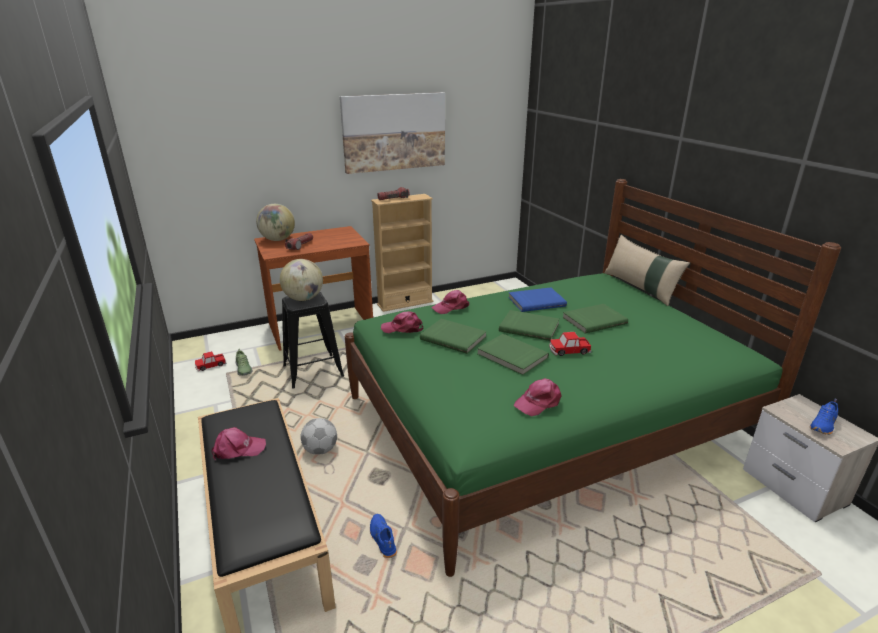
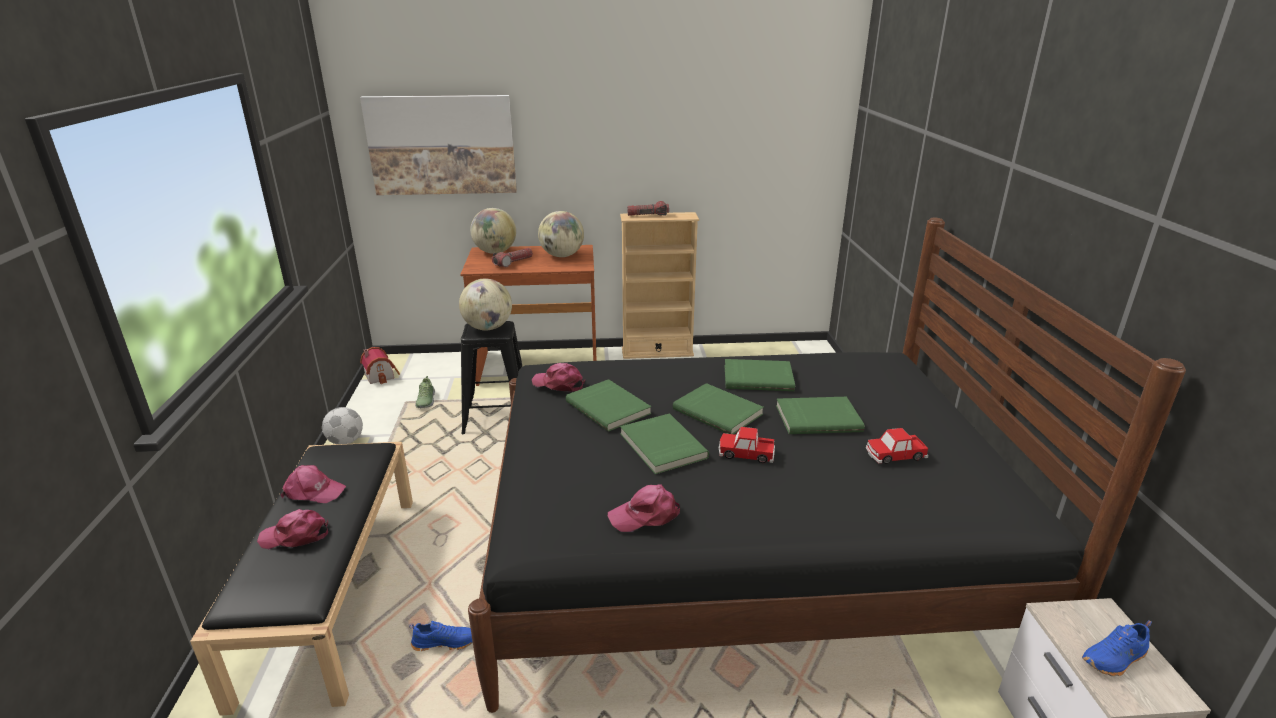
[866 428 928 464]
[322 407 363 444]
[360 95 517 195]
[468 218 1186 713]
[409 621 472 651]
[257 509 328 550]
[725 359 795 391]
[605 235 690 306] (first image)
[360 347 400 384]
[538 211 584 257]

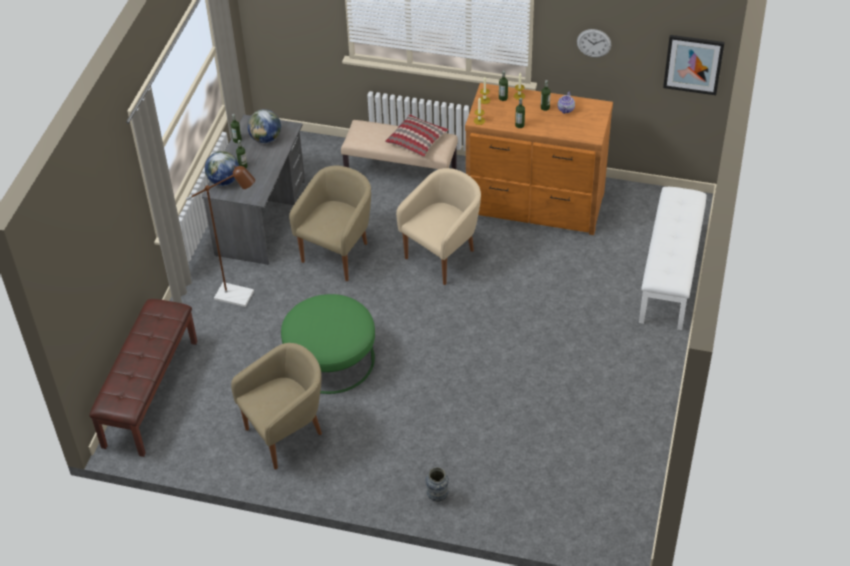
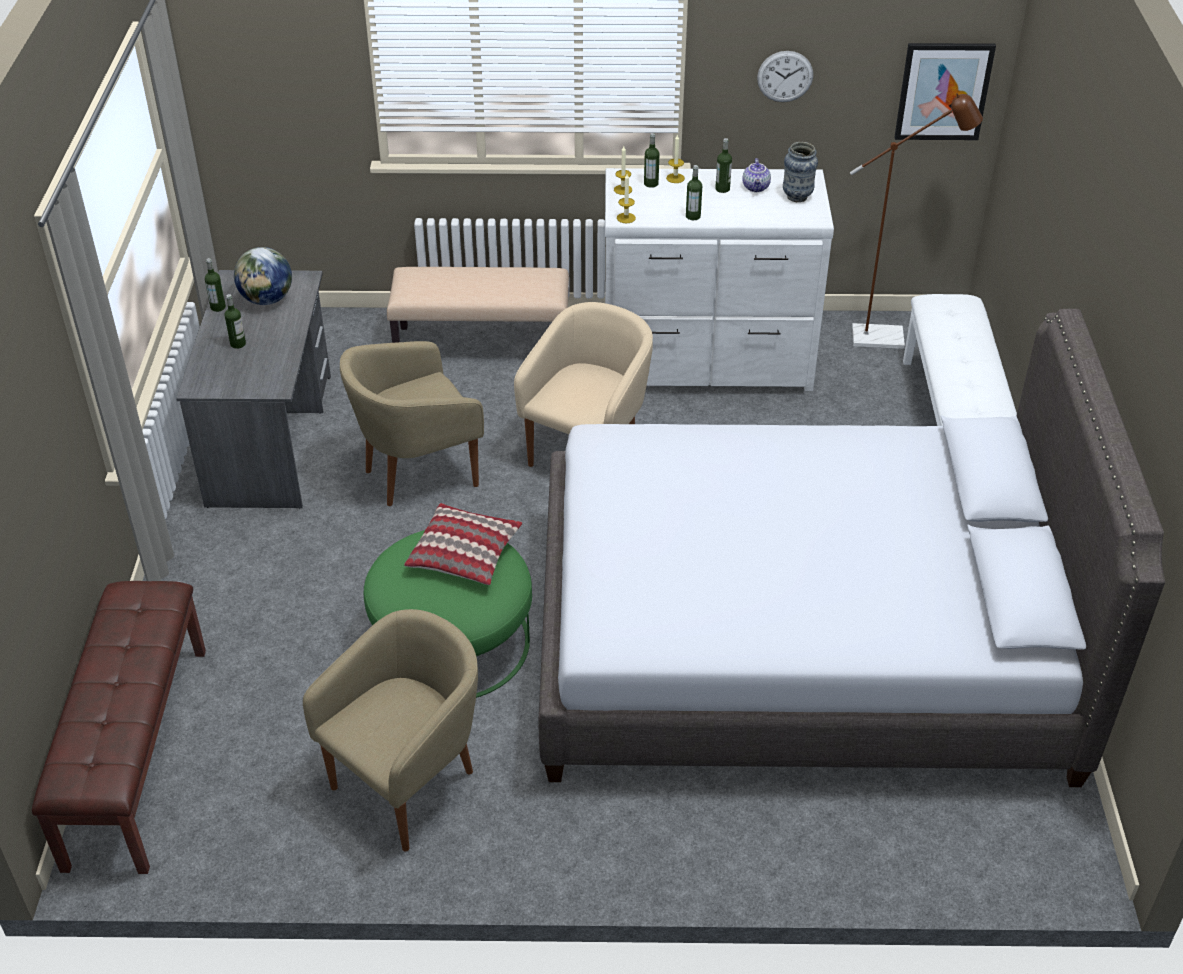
[850 93 983 349]
[205 151 239 186] (first image)
[340 341 484 506]
[404 503 522 585]
[783 142 818 202]
[605 168 834 391]
[539 309 1165 787]

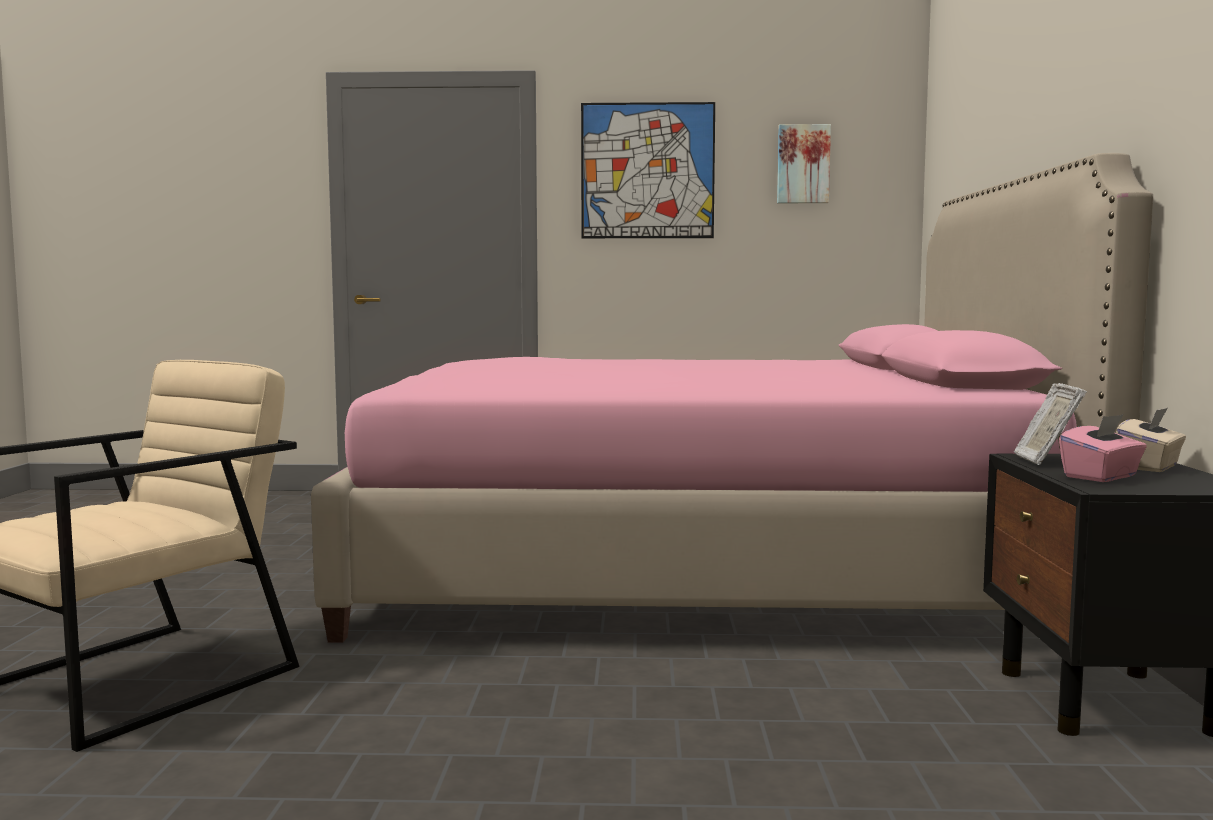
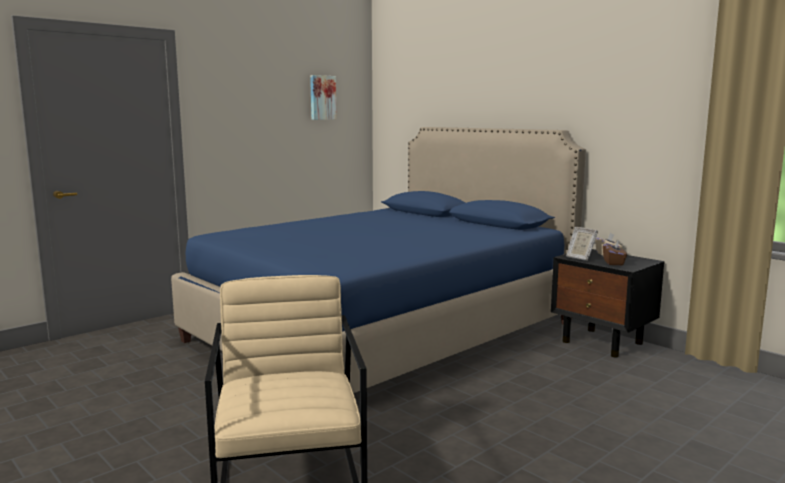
[171 127 586 393]
[581 102 715 238] (first image)
[603 240 627 265]

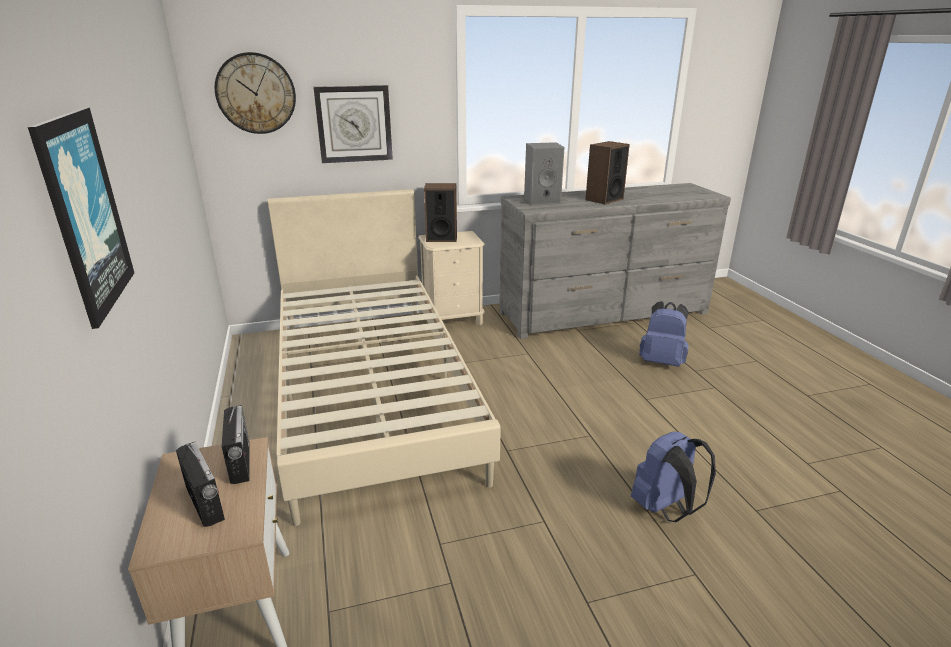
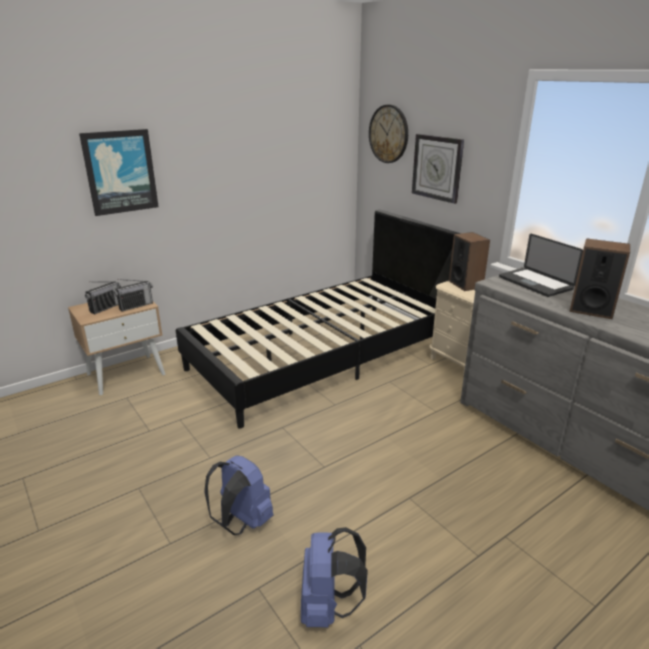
[176 209 460 429]
[499 234 583 297]
[301 527 368 627]

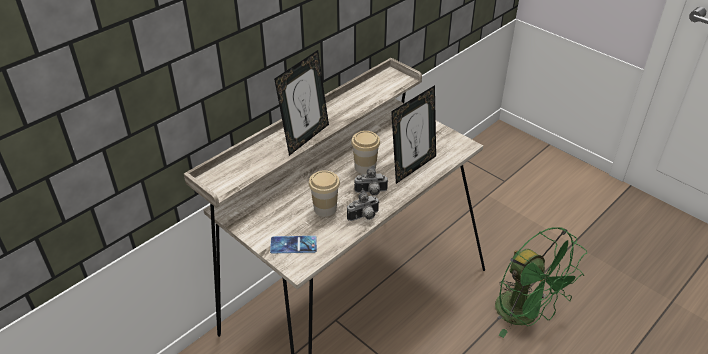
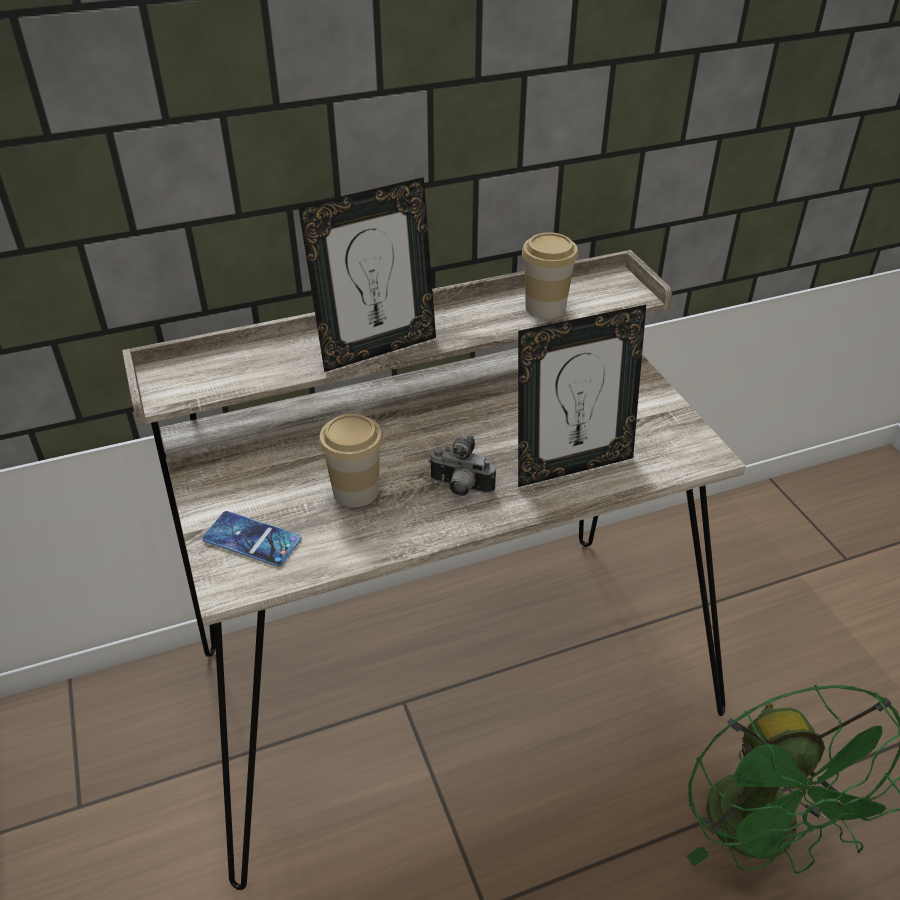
[347 190 380 221] (first image)
[522 232 578 319]

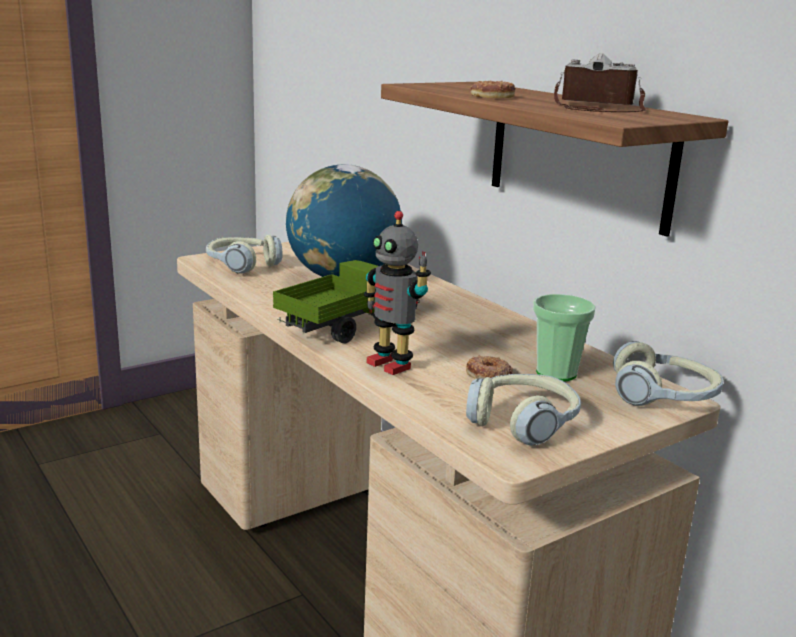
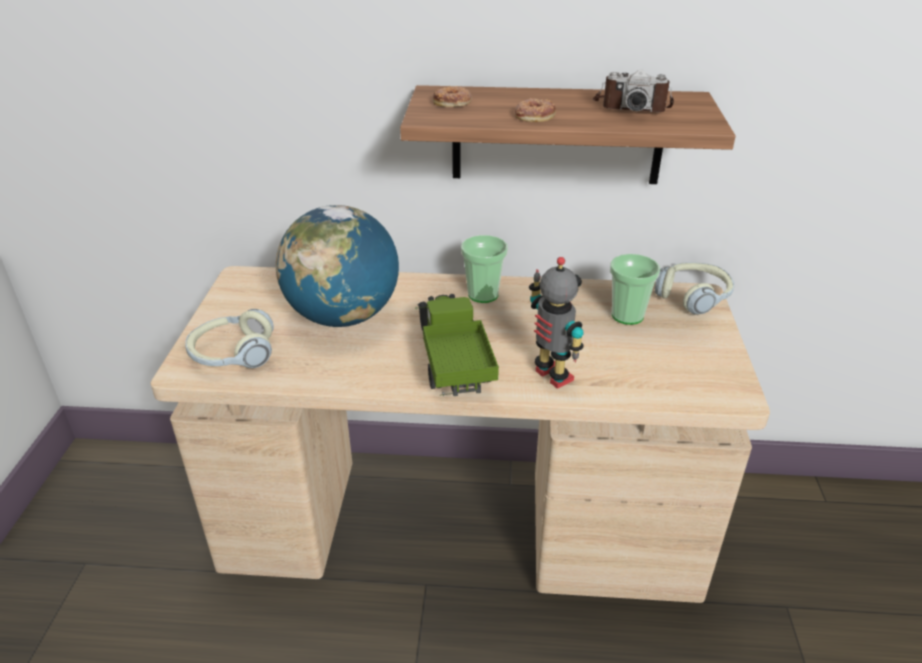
[529 257 584 389]
[433 86 472 107]
[466 374 581 445] (first image)
[593 69 674 112]
[461 235 508 303]

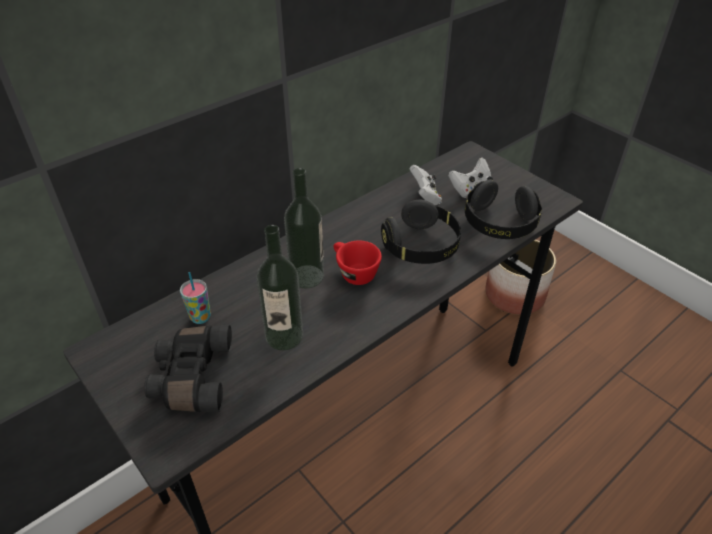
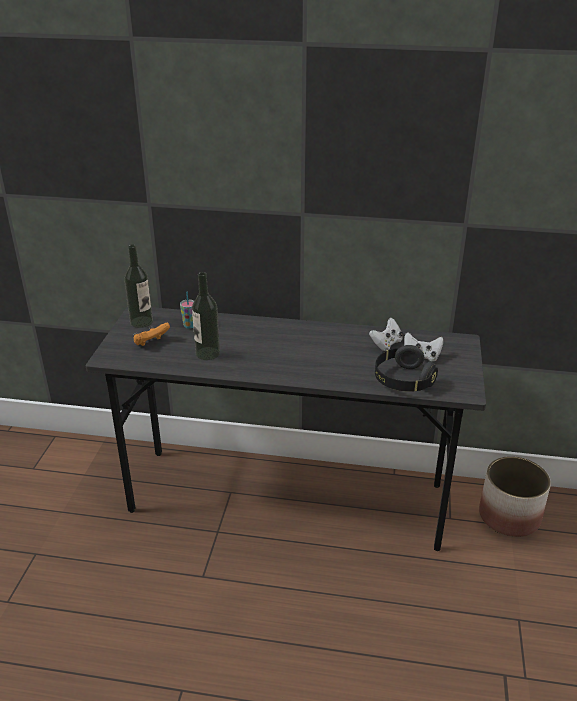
[134 323 170 346]
[124 244 153 328]
[333 241 382 285] (first image)
[381 200 461 264] (first image)

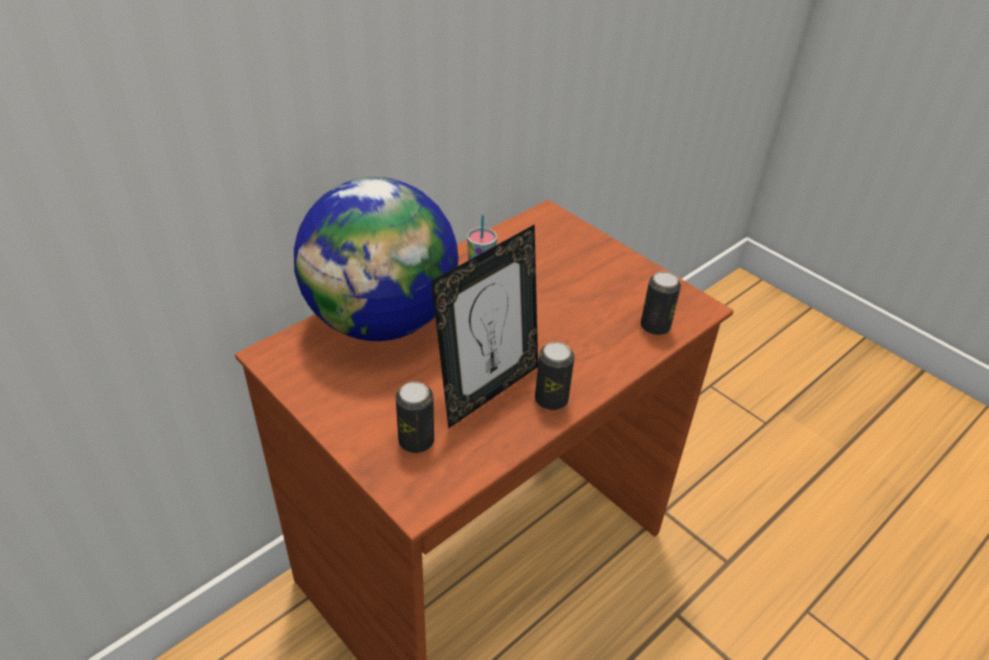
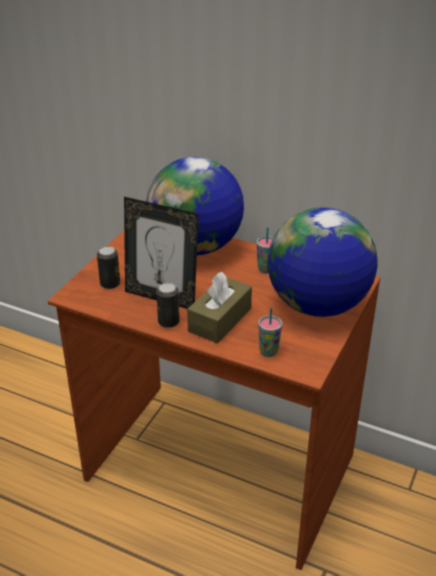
[259 307 282 357]
[187 272 252 344]
[267 208 378 317]

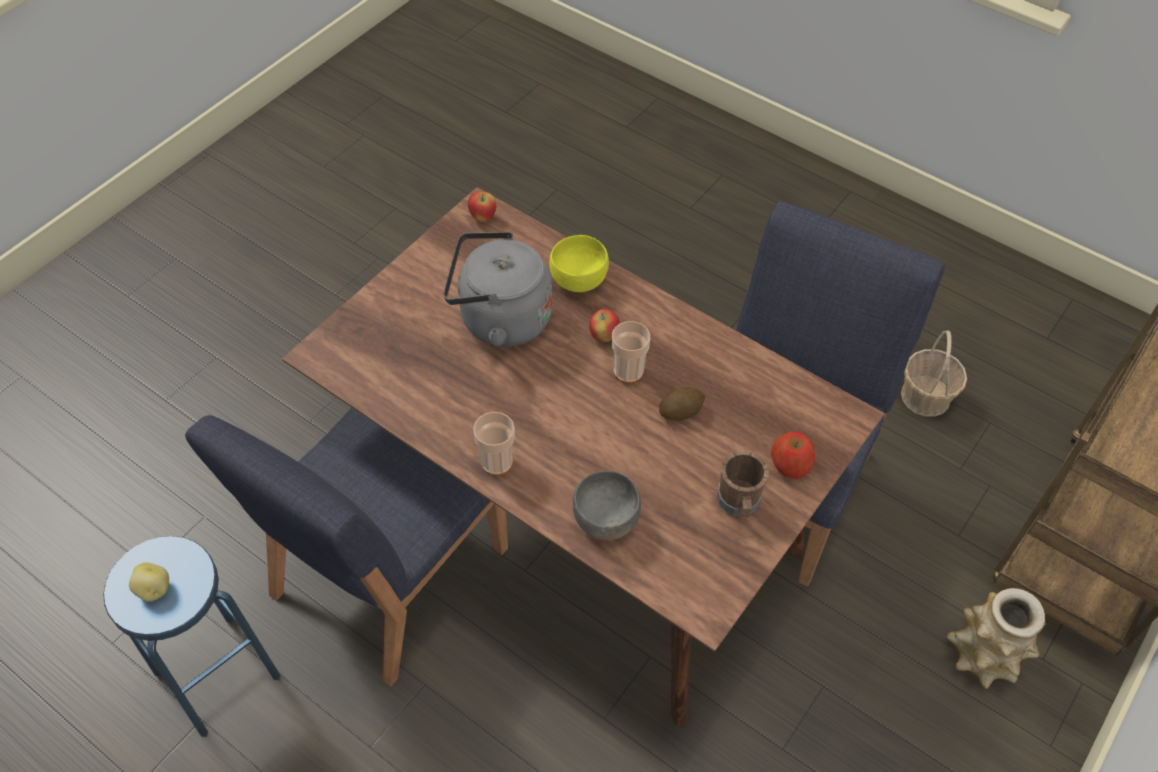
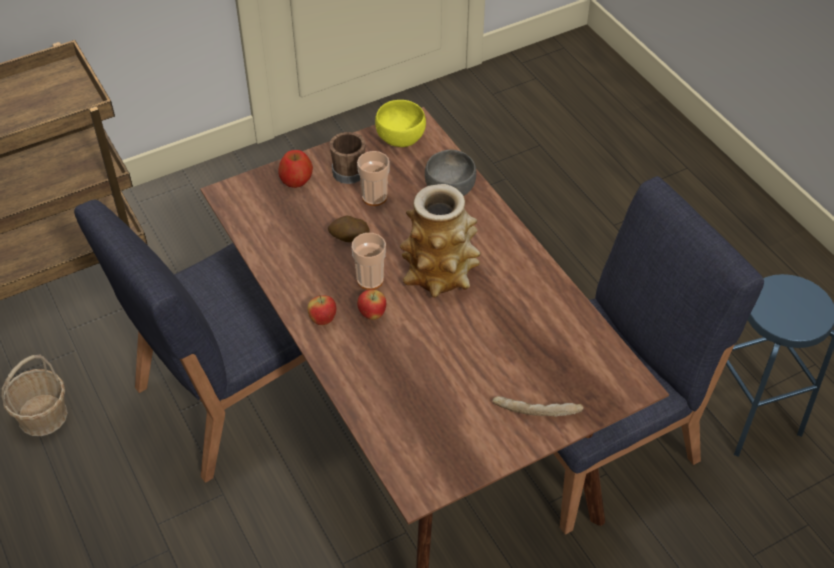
[129 562 169 602] (first image)
[444 231 552 347] (first image)
[308 295 336 325]
[357 151 390 206]
[375 100 426 147]
[400 184 481 298]
[493 396 584 417]

